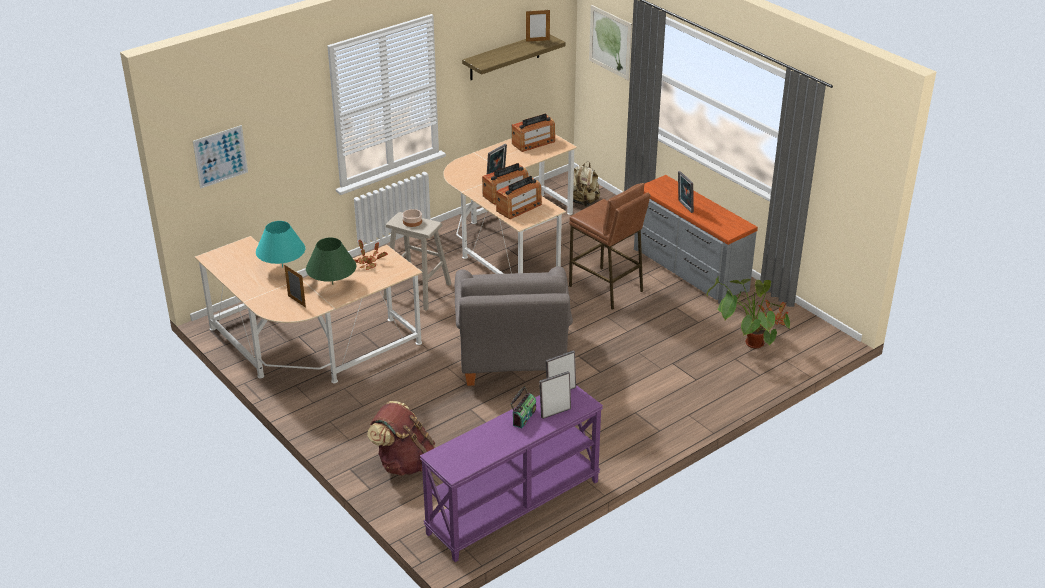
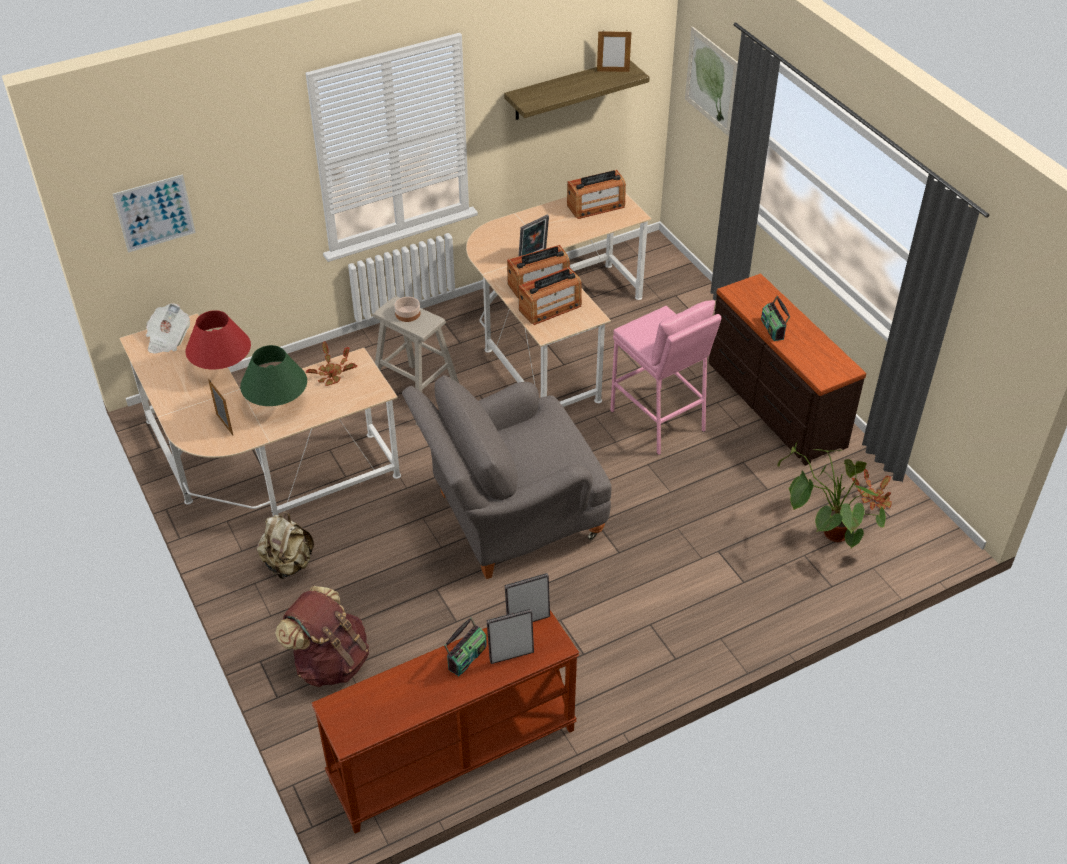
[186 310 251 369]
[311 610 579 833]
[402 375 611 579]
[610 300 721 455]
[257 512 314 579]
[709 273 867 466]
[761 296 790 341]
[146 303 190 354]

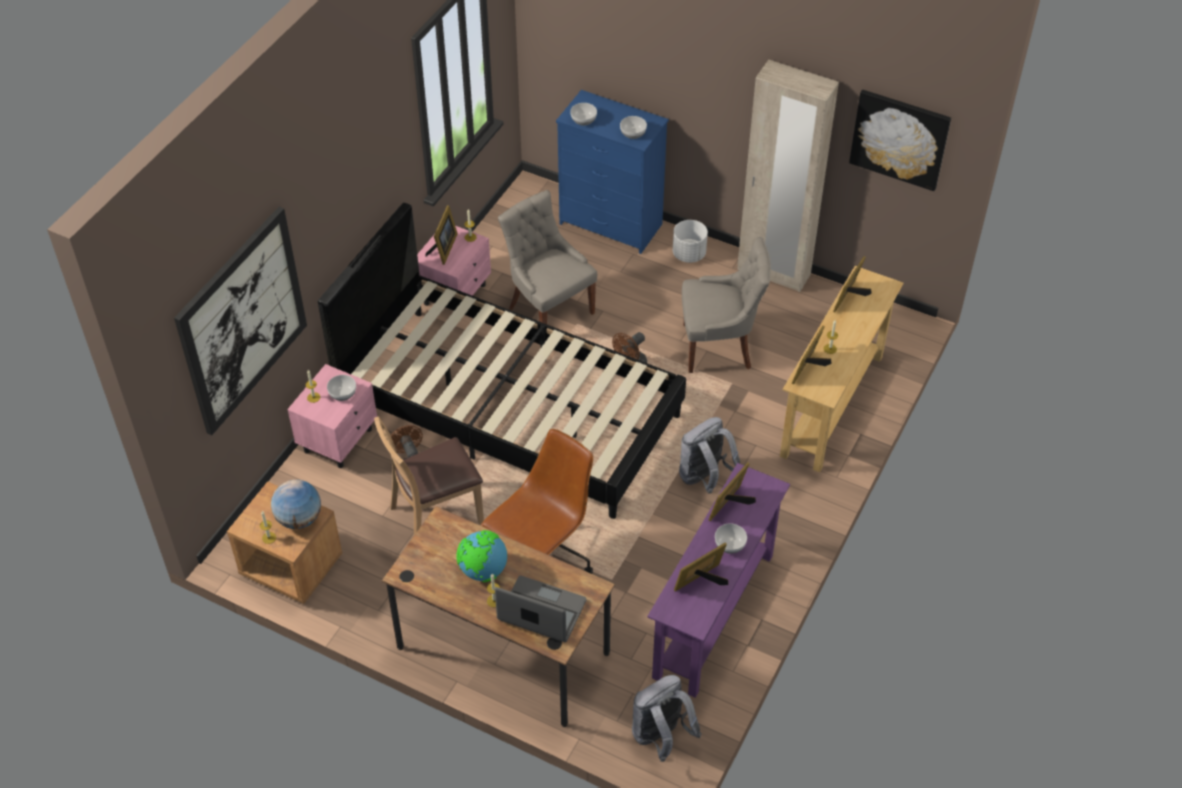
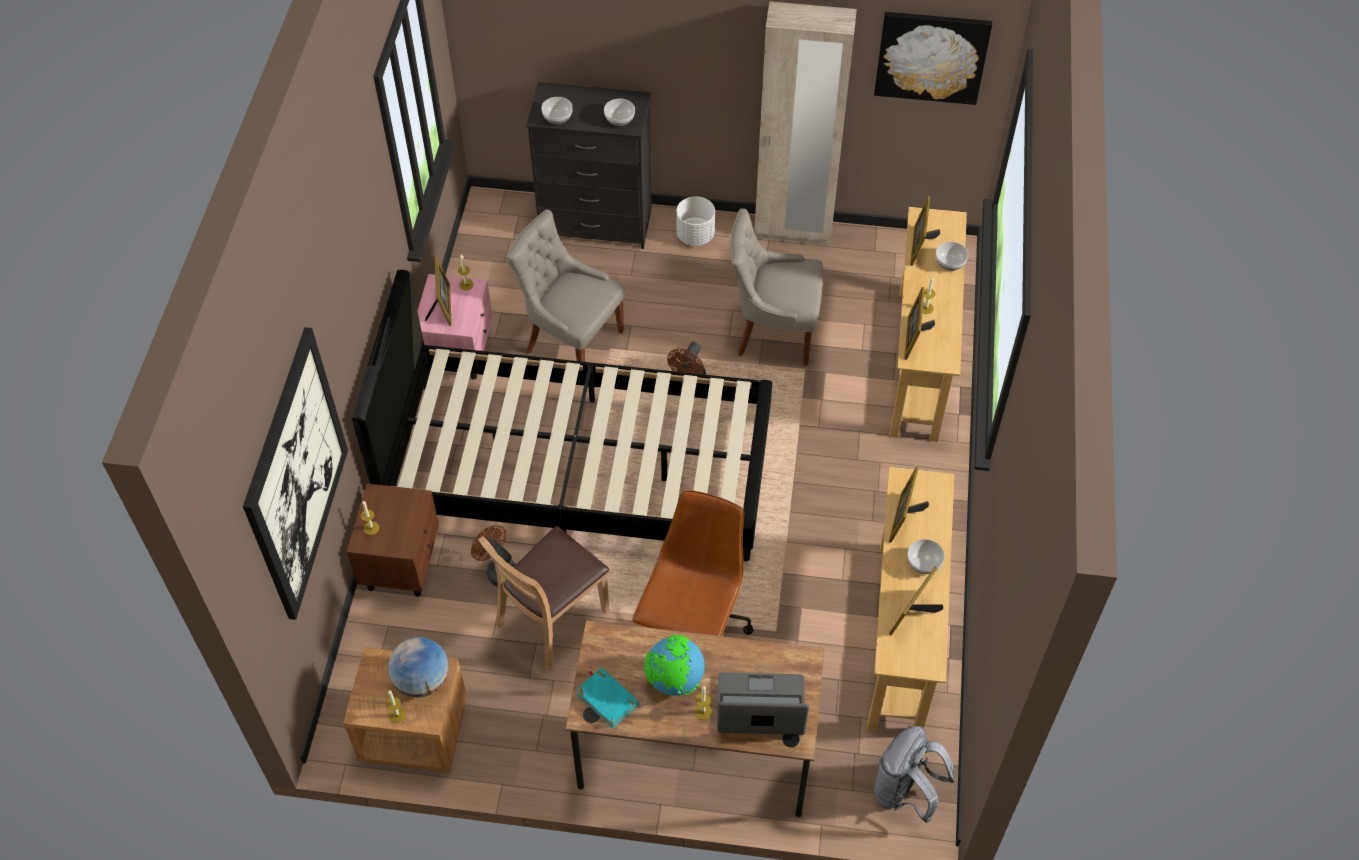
[347 483 439 597]
[936 242 968 271]
[526 82 652 249]
[867 467 954 730]
[679 417 740 493] (first image)
[730 208 823 366]
[576 667 639 729]

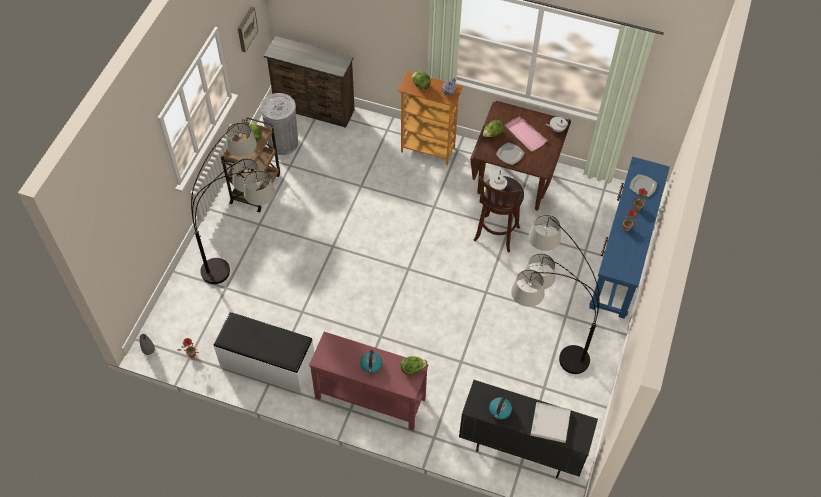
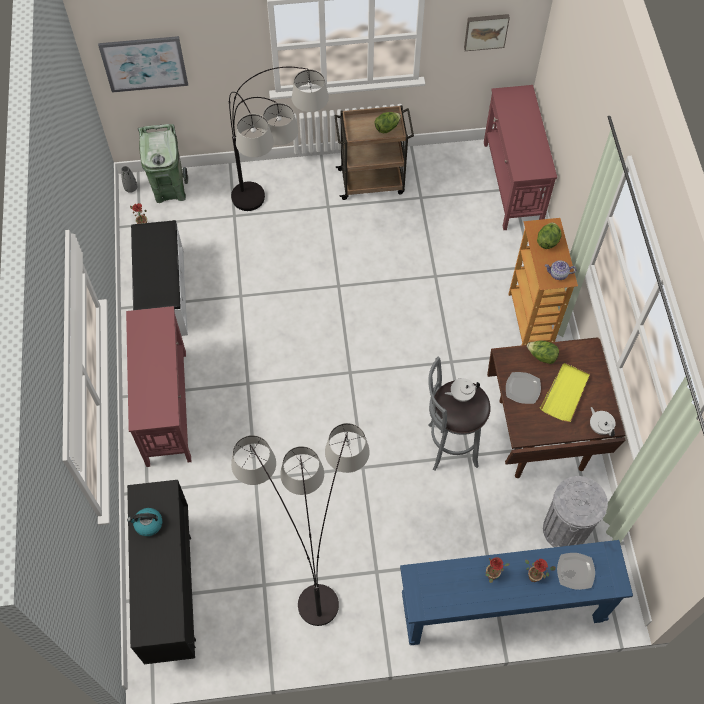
[543 476 608 547]
[484 85 557 230]
[360 350 382 373] (first image)
[401 356 428 375] (first image)
[428 357 491 471]
[540 363 590 422]
[531 402 571 443] (first image)
[98 36 188 93]
[138 124 188 203]

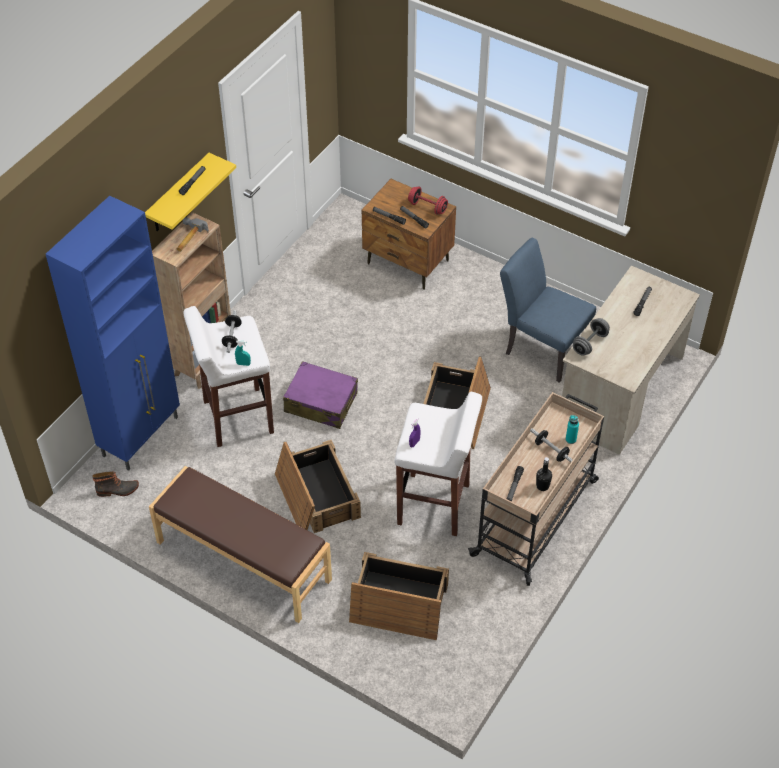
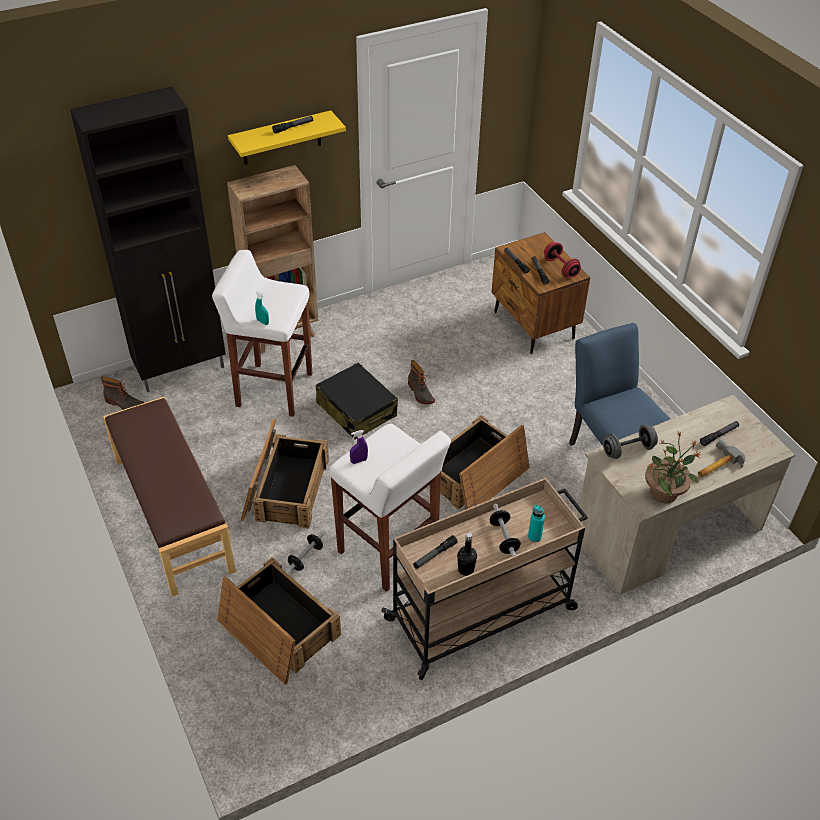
[70 87 226 392]
[698 440 745 477]
[285 531 326 574]
[316 362 398 439]
[408 360 435 404]
[645 432 701 503]

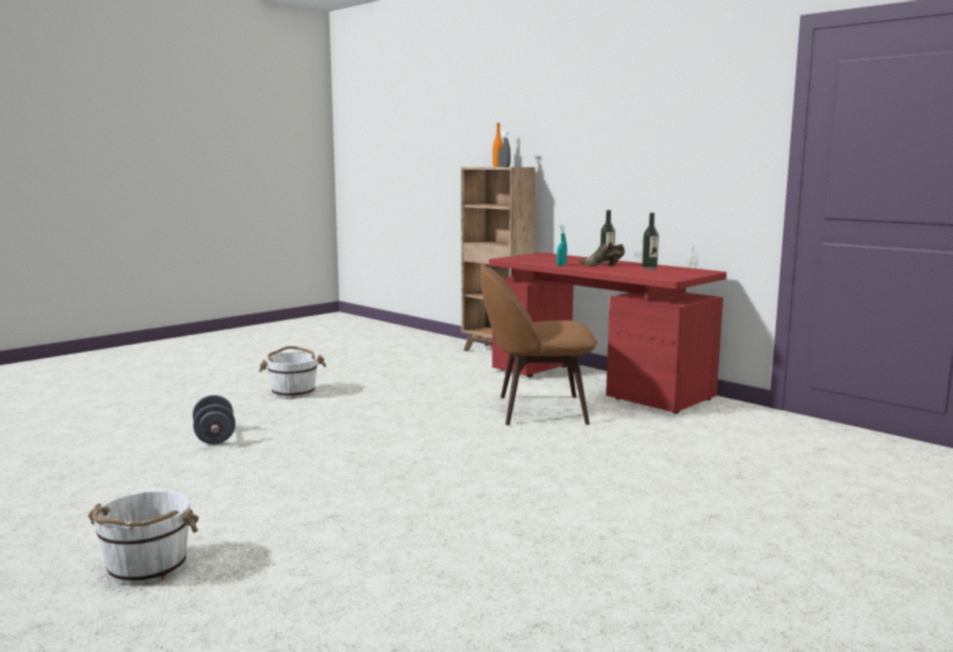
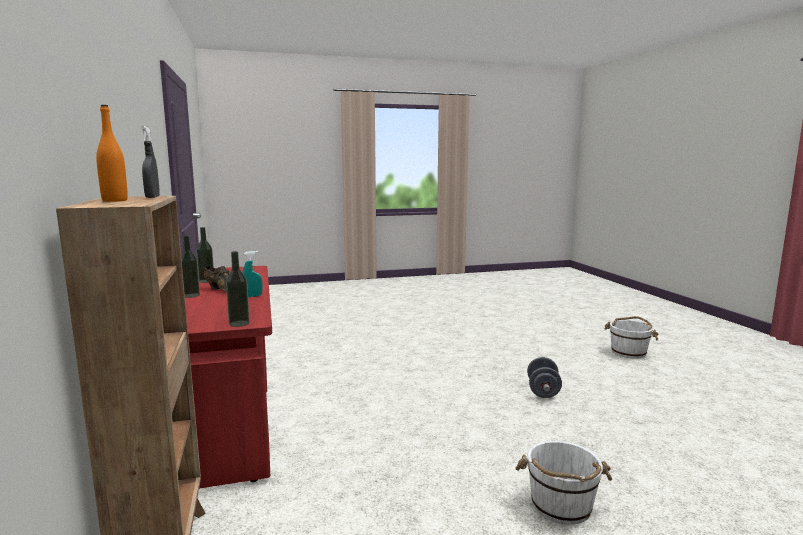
[527 357 562 398]
[481 264 597 425] (first image)
[226 251 250 327]

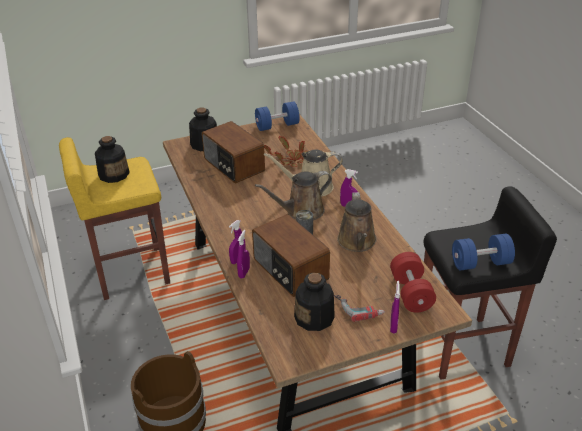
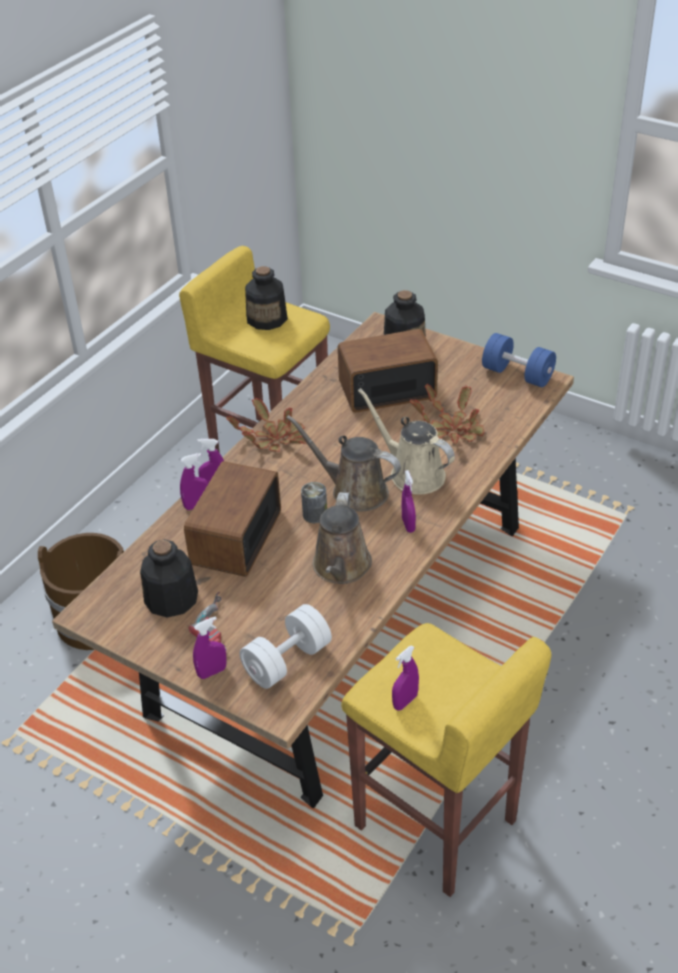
[338 329 438 413]
[313 492 372 584]
[239 604 332 689]
[341 623 551 897]
[392 645 419 711]
[226 398 306 452]

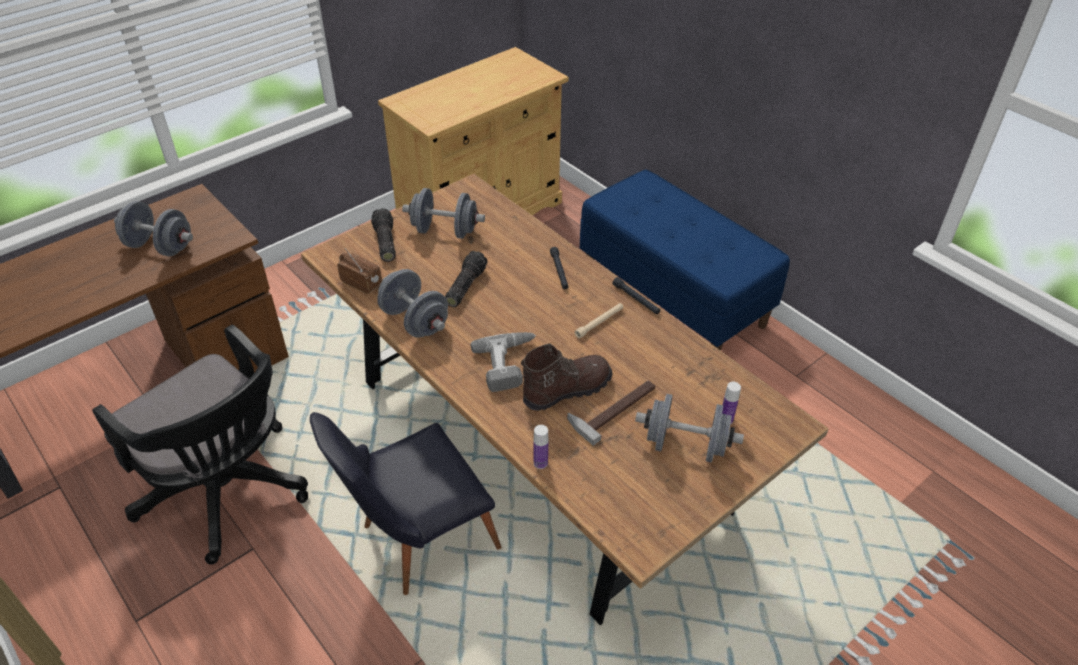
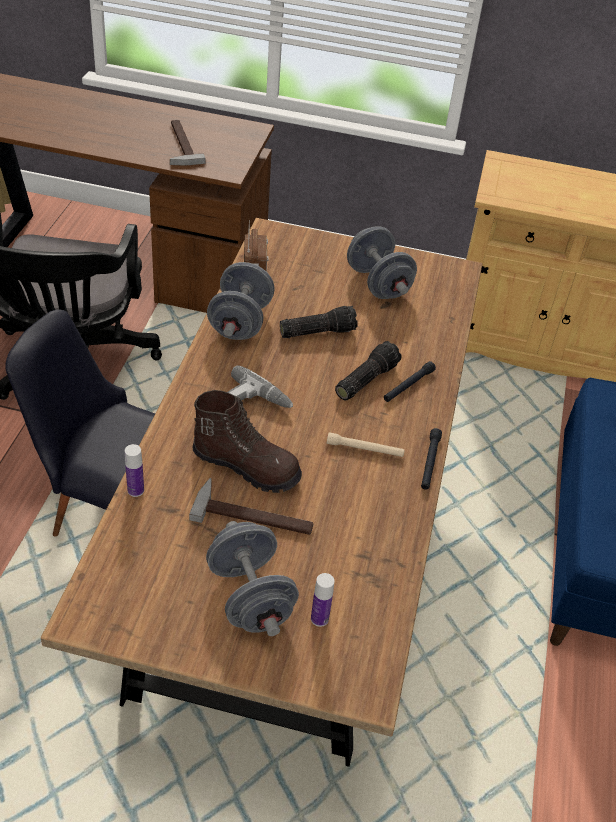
[170 120 206 166]
[335 341 401 400]

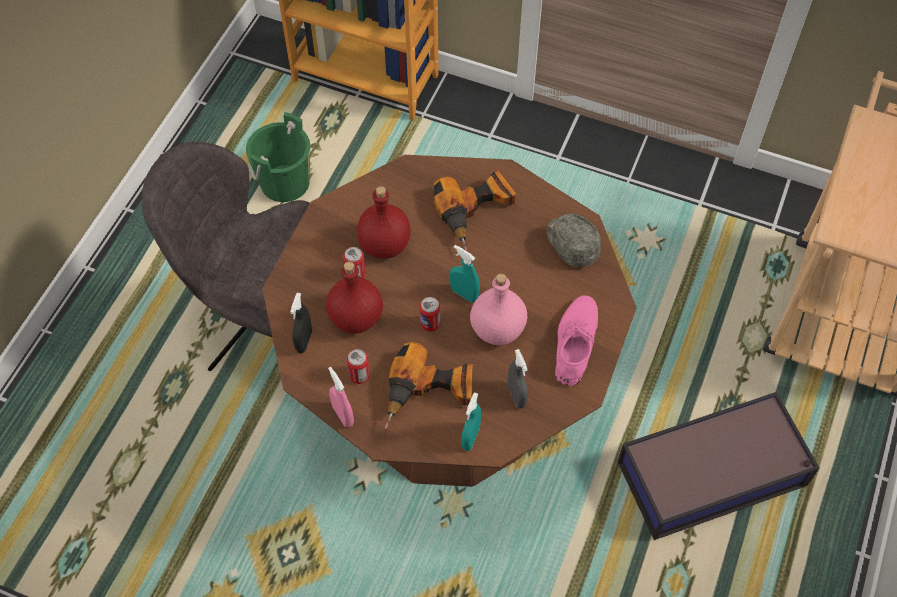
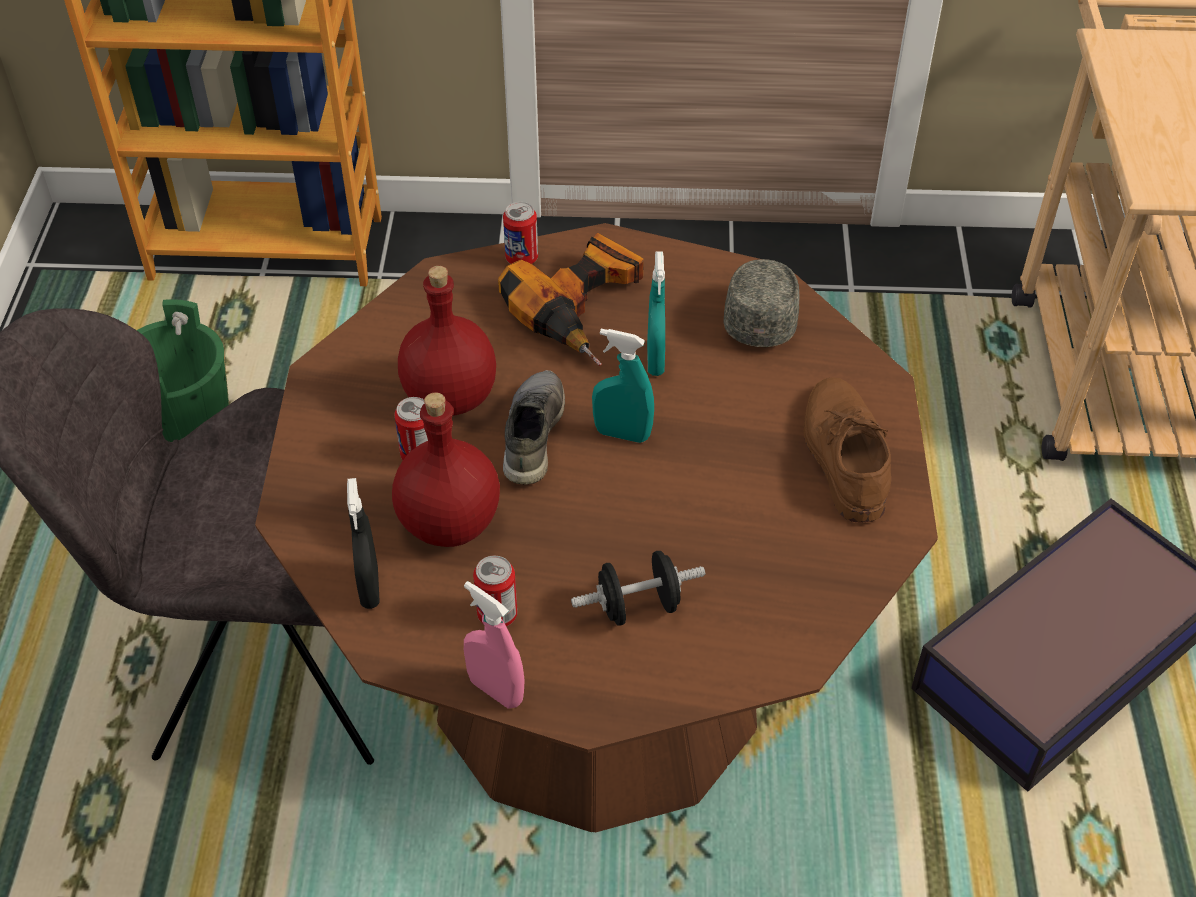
[571 551 705 626]
[503 202 538 264]
[647 251 665 376]
[470 274 527 345] (first image)
[508 349 528 409] (first image)
[724 259 799 347]
[804 377 891 523]
[503 370 565 485]

